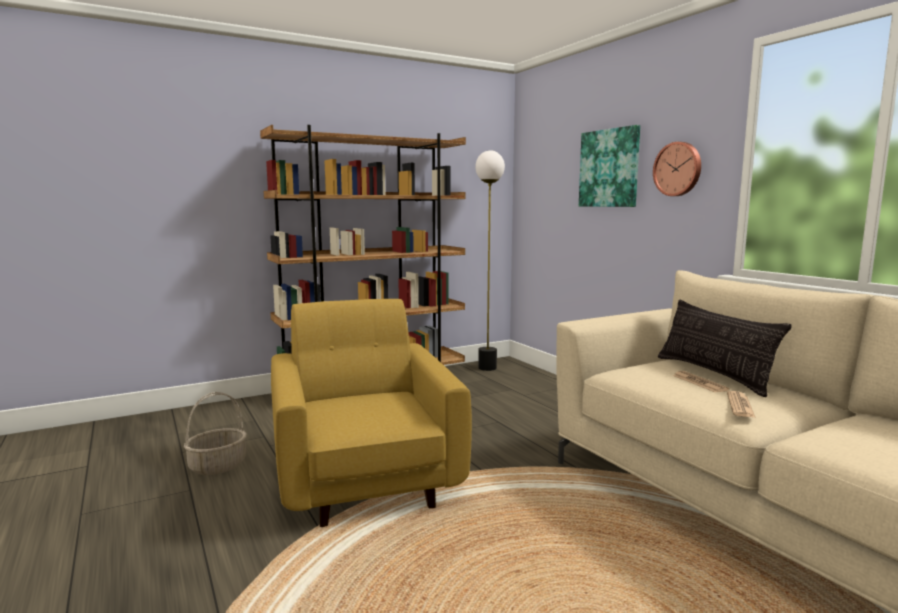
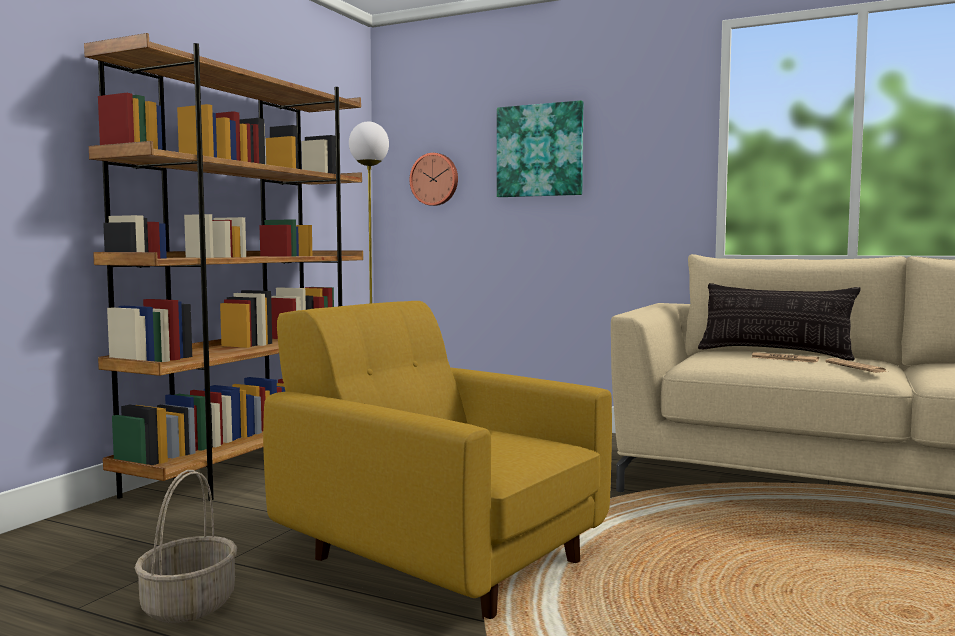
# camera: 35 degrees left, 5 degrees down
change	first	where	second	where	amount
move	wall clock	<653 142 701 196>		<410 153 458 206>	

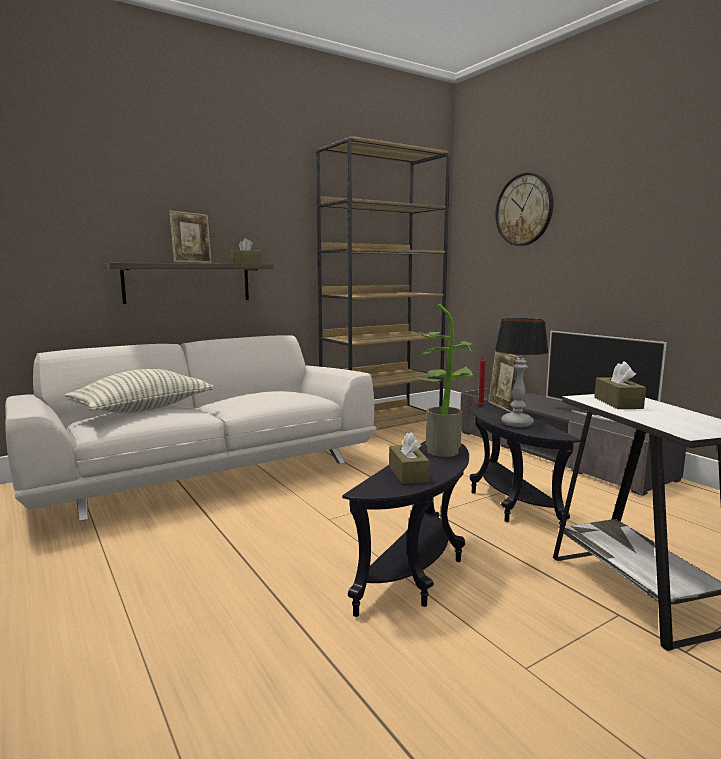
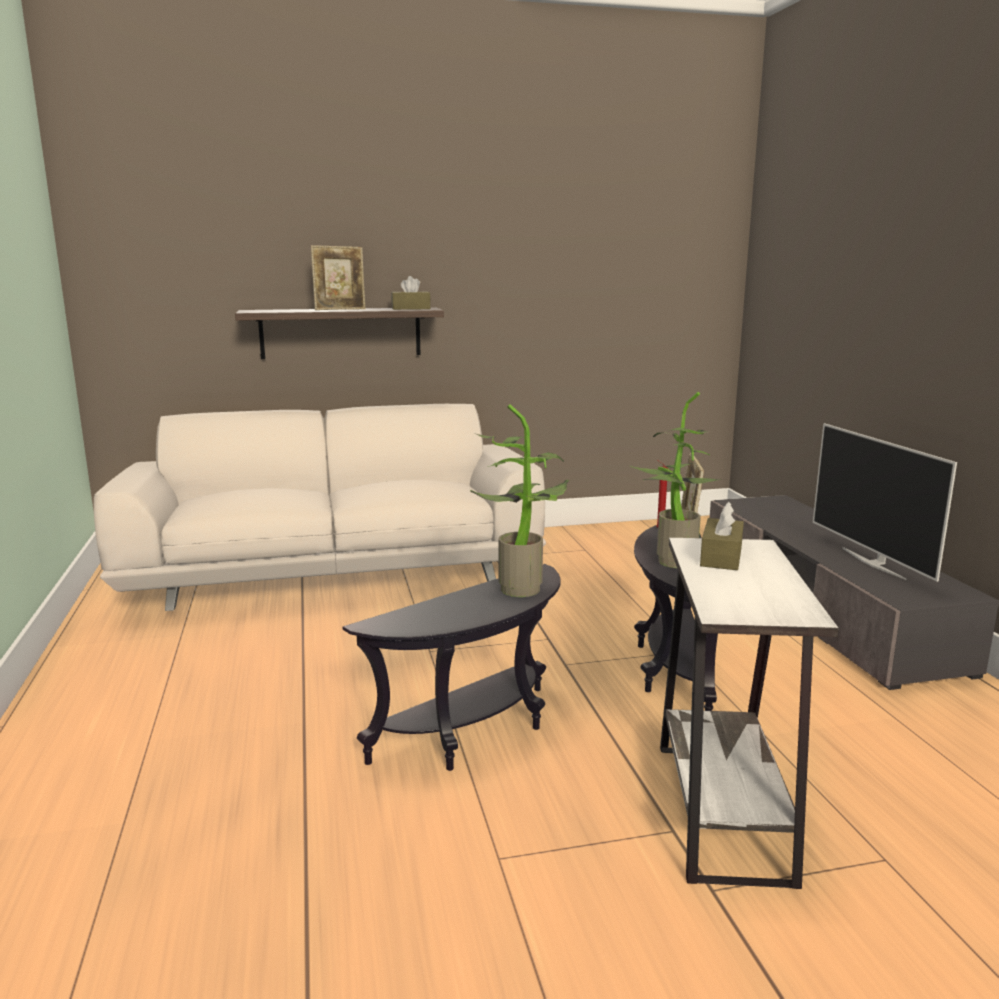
# camera: 20 degrees right, 5 degrees up
change	first	where	second	where	amount
delete	bookcase (brown)	<316 136 450 430>			
delete	wall clock	<496 173 553 246>			
replace	table lamp	<495 318 548 427>	potted plant	<630 392 721 568>	
delete	pillow	<65 369 214 413>			
delete	tissue box (brown)	<389 432 430 484>			

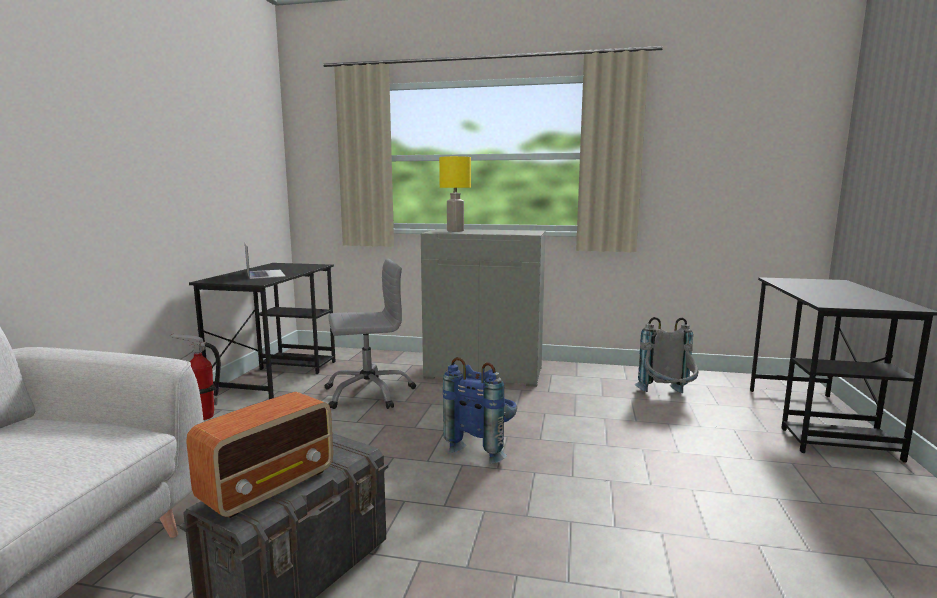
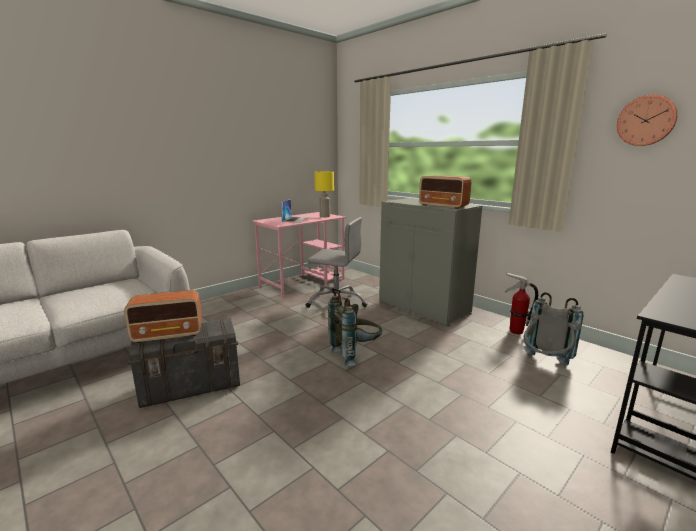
# camera: 35 degrees right, 5 degrees up
change	first	where	second	where	amount
move	table lamp (yellow)	<439 156 471 232>		<315 171 334 217>	
recolor	desk (black)	<189 263 336 399>	desk (pink)	<253 212 346 298>	
move	fire extinguisher	<170 333 221 420>		<505 273 538 334>	
recolor	backpack (blue)	<443 357 517 464>	backpack (grey)	<328 291 382 367>	
insert			wall clock	<617 95 678 146>	
insert			radio	<419 175 471 209>	

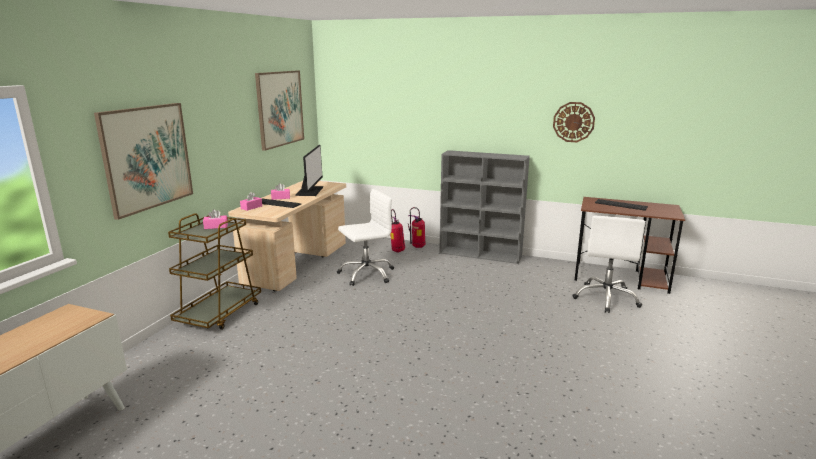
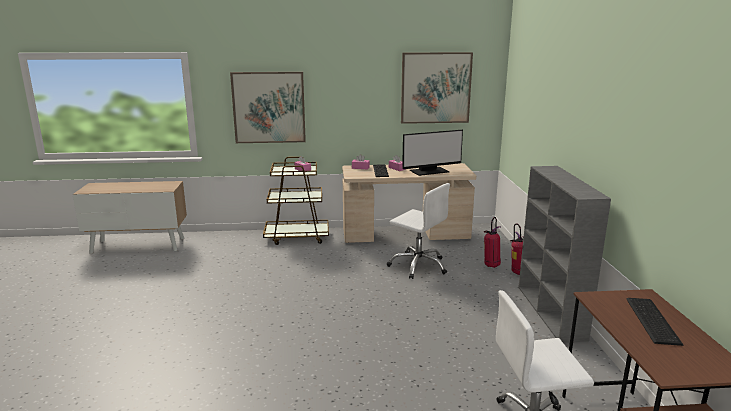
# camera: 65 degrees right, 0 degrees up
change	first	where	second	where	amount
delete	wall clock	<553 102 595 142>			

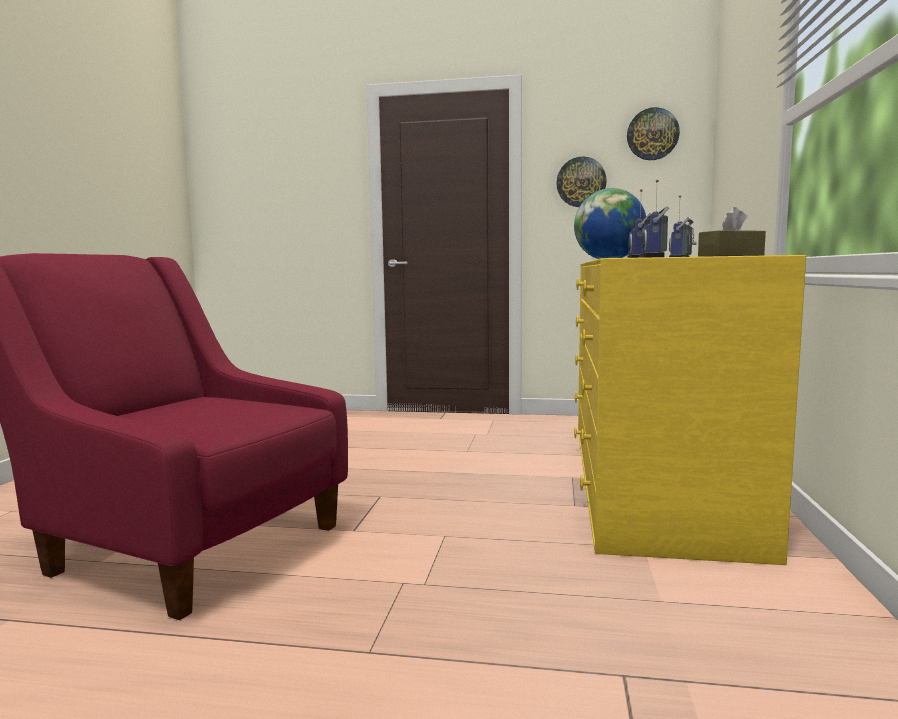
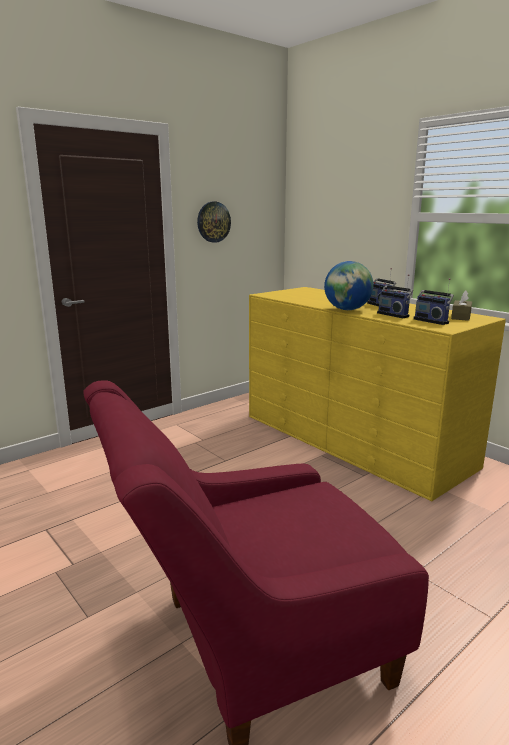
# camera: 50 degrees left, 10 degrees up
change	first	where	second	where	amount
delete	wall clock	<627 107 680 160>			

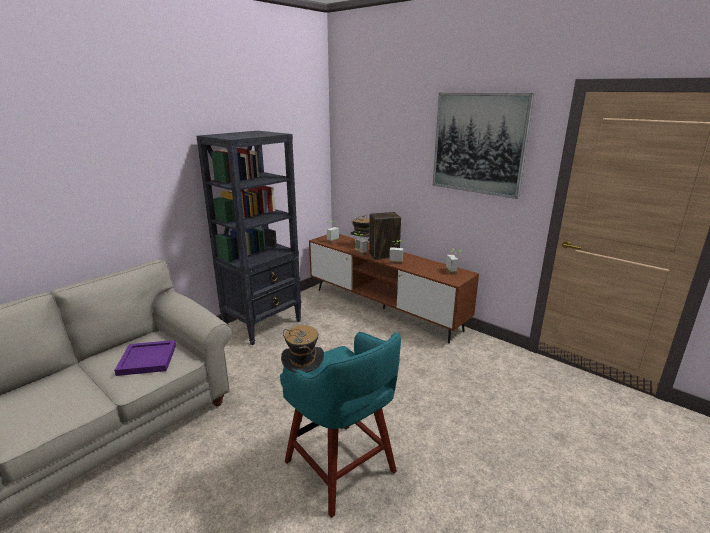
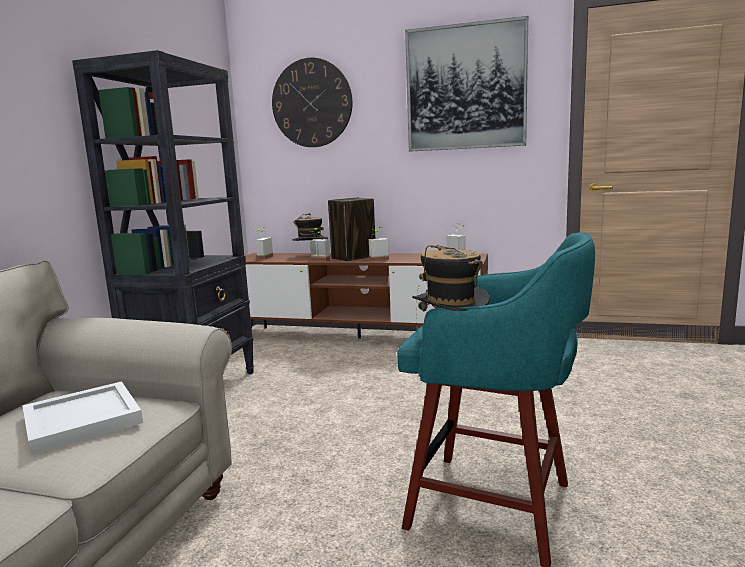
# camera: 25 degrees left, 10 degrees down
change	first	where	second	where	amount
recolor	tray (purple)	<114 340 176 376>	tray (white)	<22 381 143 455>	
insert			wall clock	<272 58 353 147>	

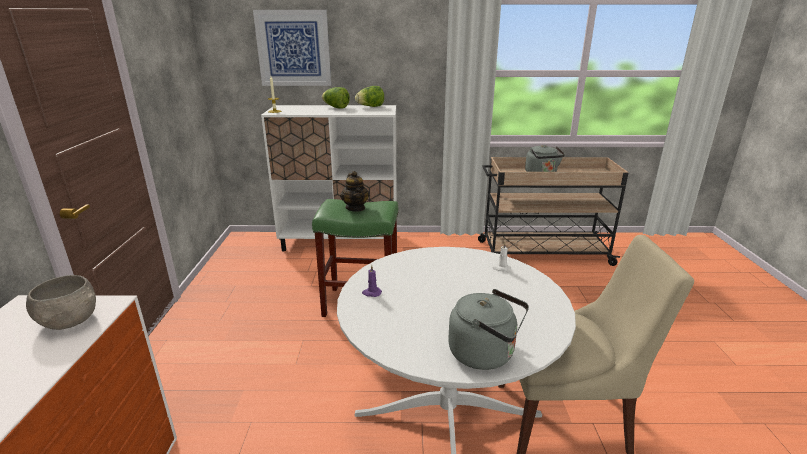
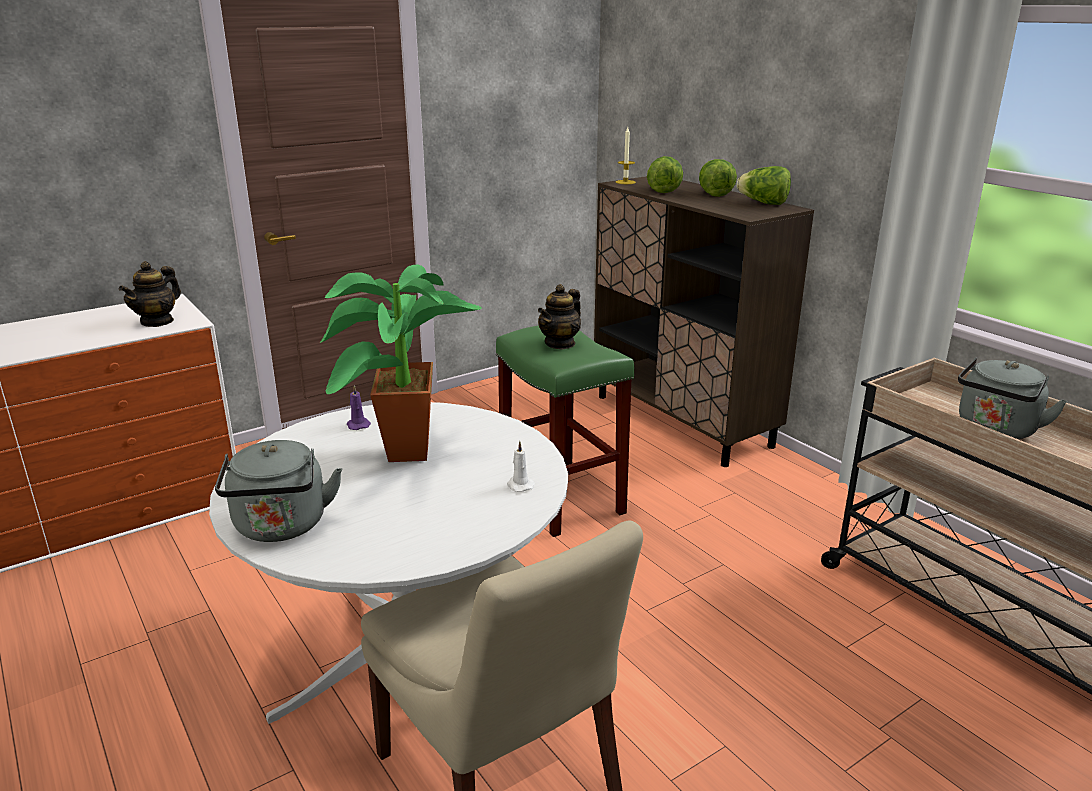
# camera: 55 degrees right, 0 degrees up
change	first	where	second	where	amount
delete	picture	<253 10 331 86>			
recolor	cabinet (white)	<261 105 397 251>	cabinet (brown)	<594 176 814 467>	
replace	bowl (grey)	<26 275 96 330>	teapot	<119 261 181 327>	
insert			lettuce	<647 156 683 193>	
insert			potted plant	<320 264 482 462>	

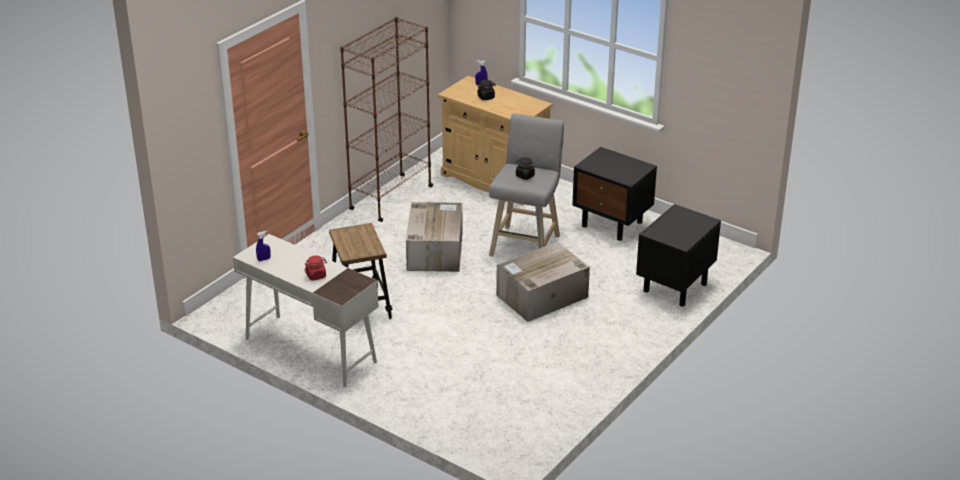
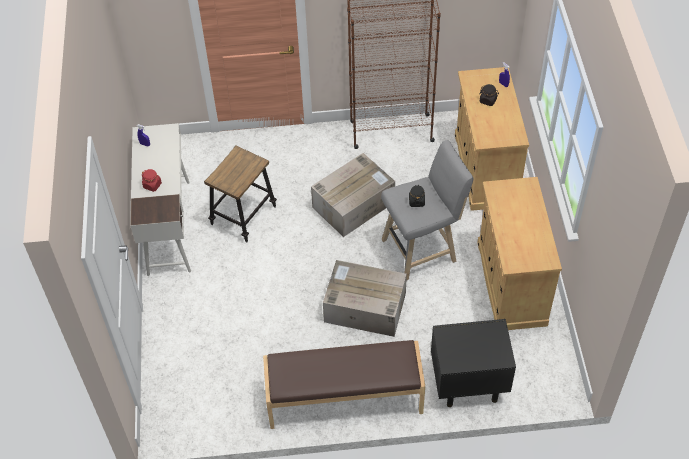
# camera: 50 degrees right, 20 degrees up
change	first	where	second	where	amount
replace	nightstand (black)	<572 147 657 241>	cabinet (beige)	<477 177 562 330>	
insert			bench (brown)	<263 340 425 429>	

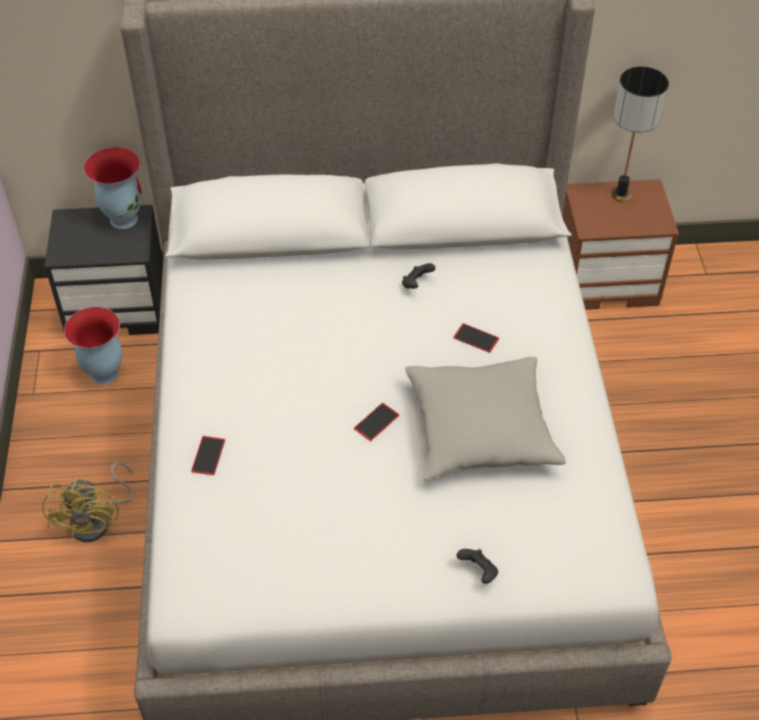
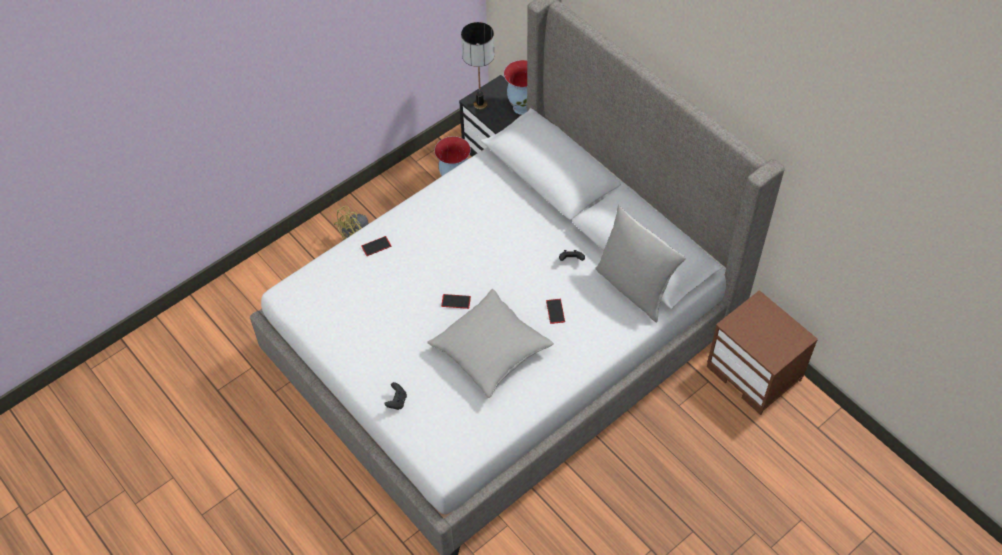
# camera: 55 degrees right, 5 degrees up
change	first	where	second	where	amount
move	table lamp	<612 67 669 202>		<461 22 494 109>	
insert			pillow (grey)	<595 205 686 322>	

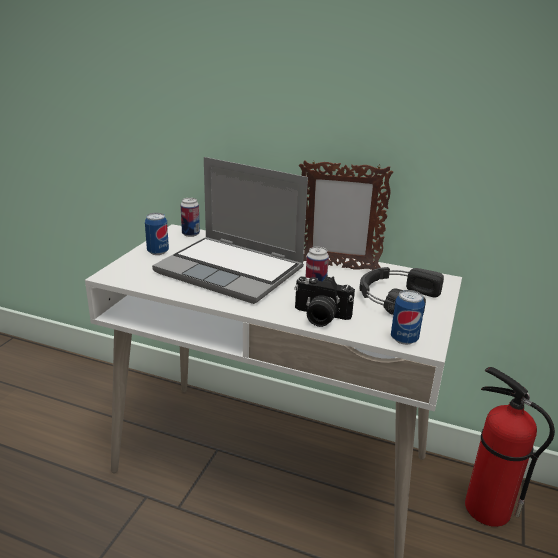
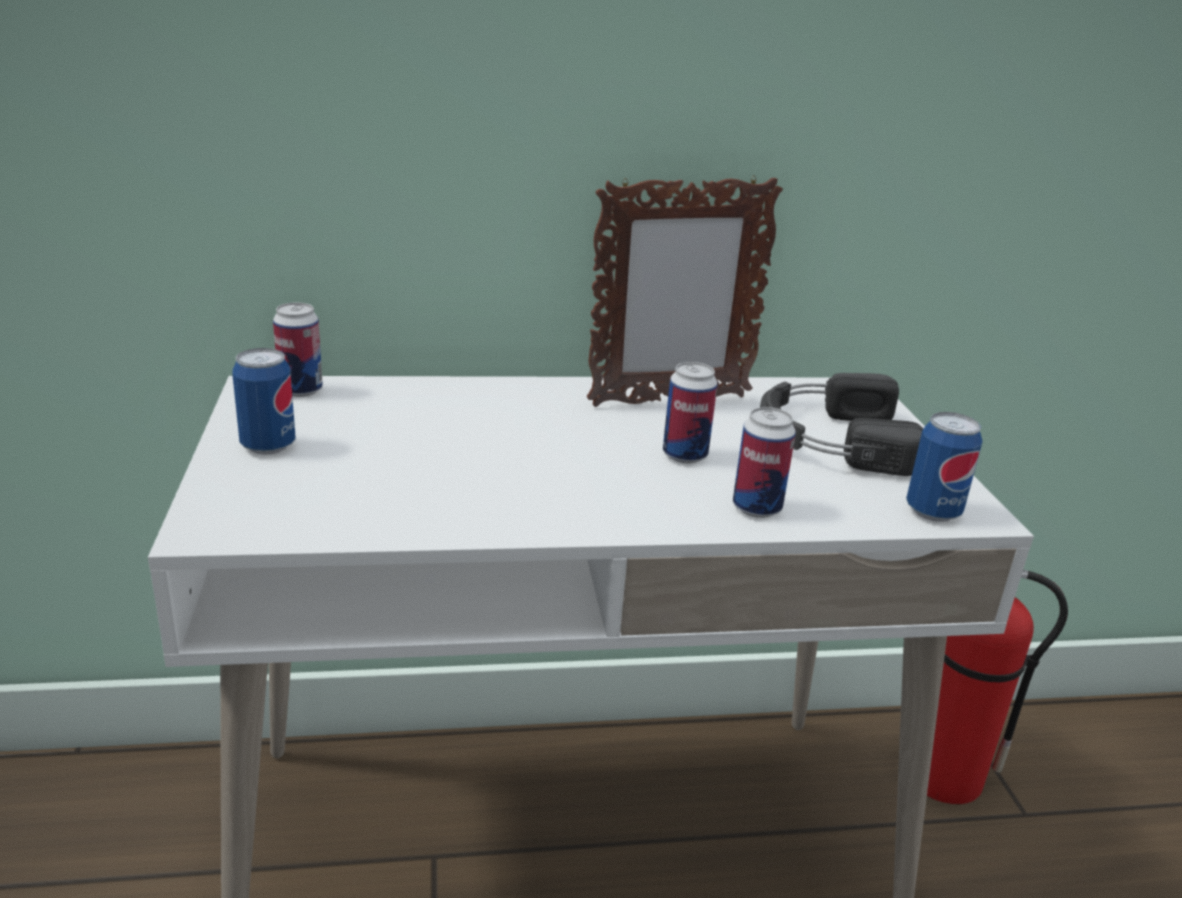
# camera: 30 degrees left, 0 degrees up
change	first	where	second	where	amount
delete	laptop	<152 157 308 304>			
replace	photo camera	<294 276 355 327>	can	<733 407 796 518>	

